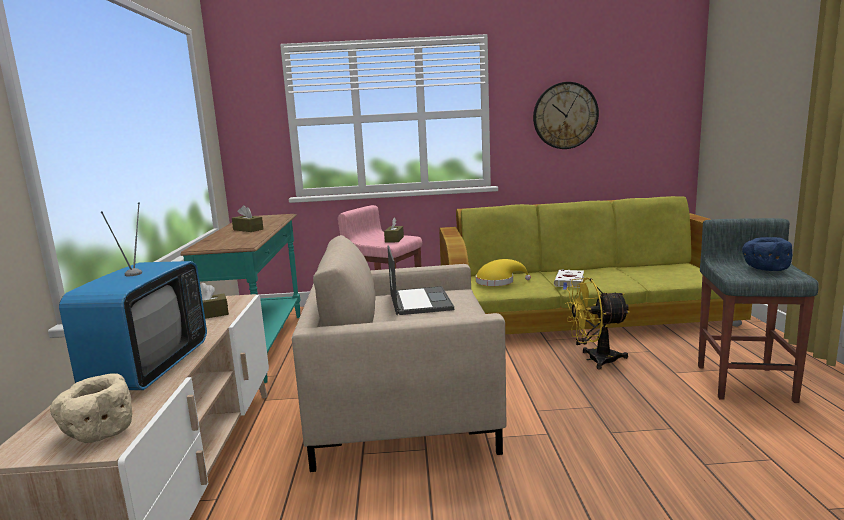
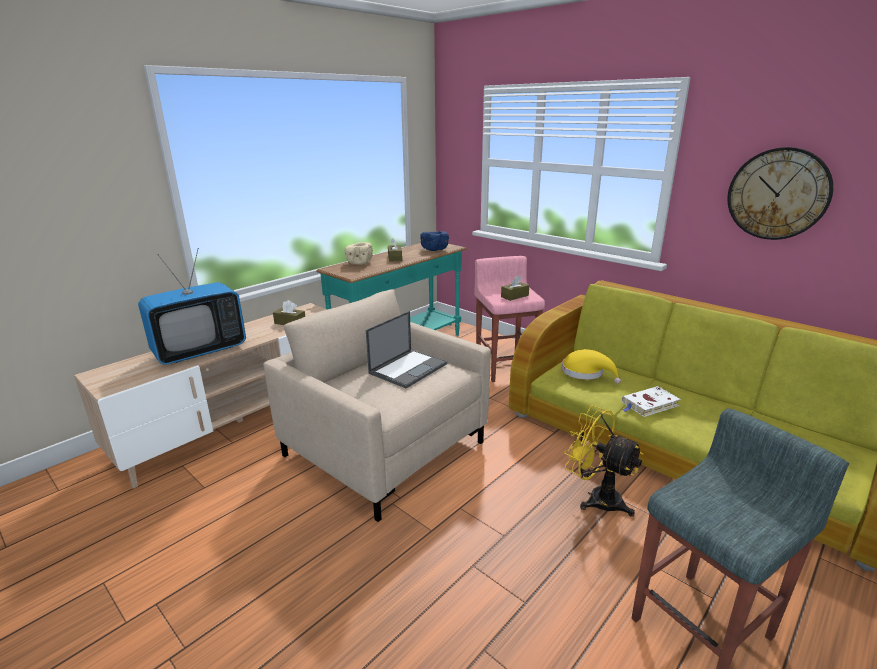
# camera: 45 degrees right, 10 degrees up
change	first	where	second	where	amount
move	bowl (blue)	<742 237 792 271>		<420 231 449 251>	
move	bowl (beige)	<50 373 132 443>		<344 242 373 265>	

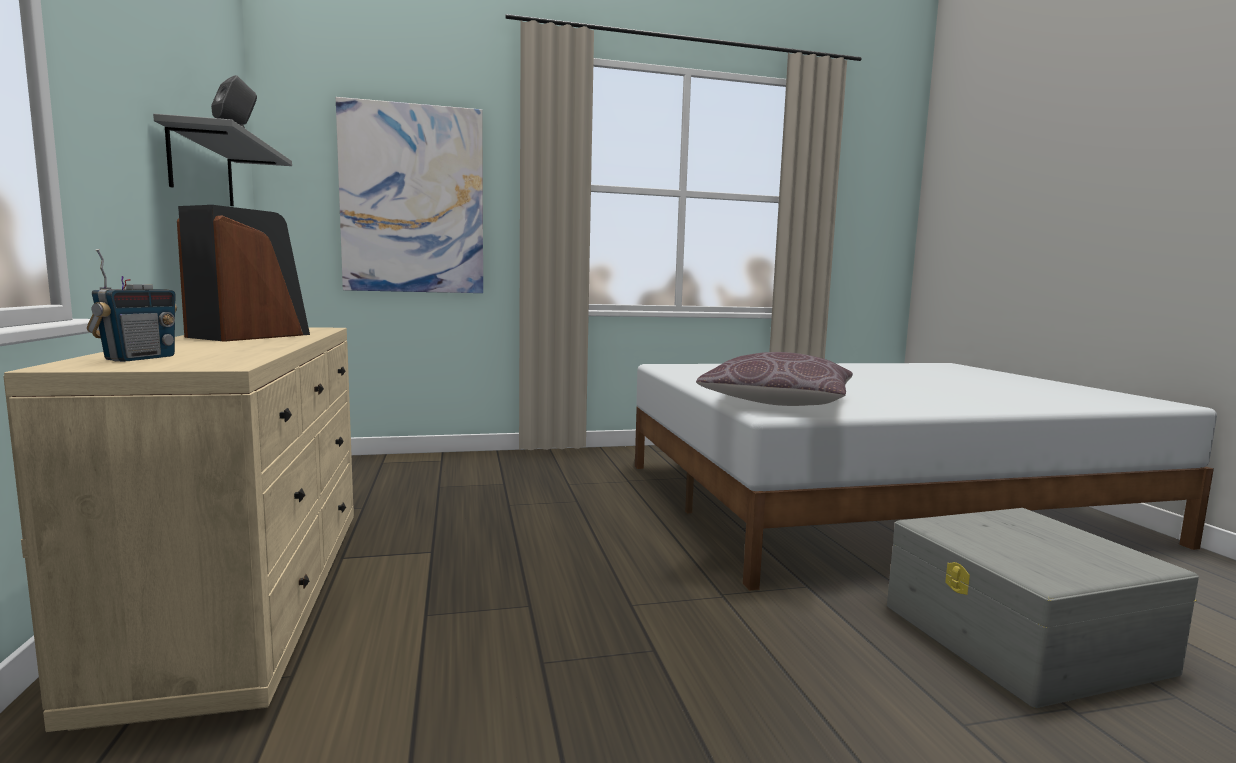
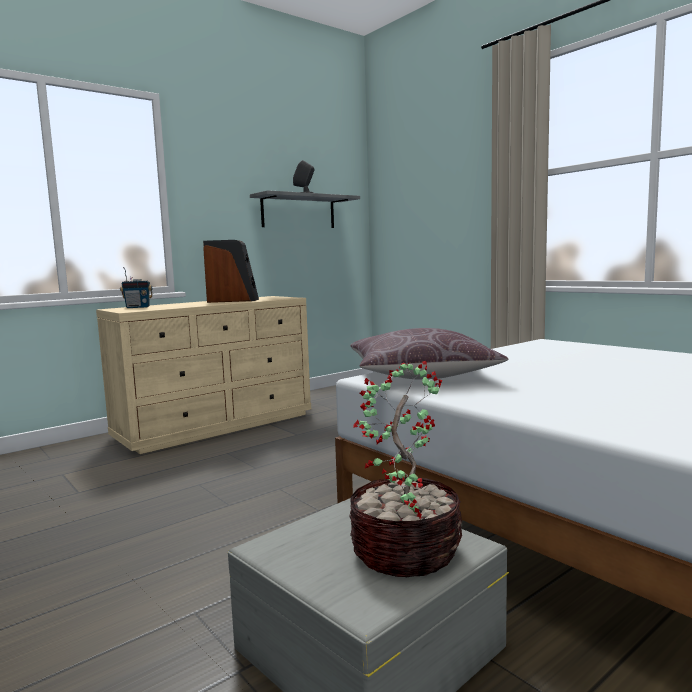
# camera: 65 degrees right, 0 degrees up
change	first	where	second	where	amount
delete	picture	<336 97 483 293>			
insert			potted plant	<350 361 462 577>	

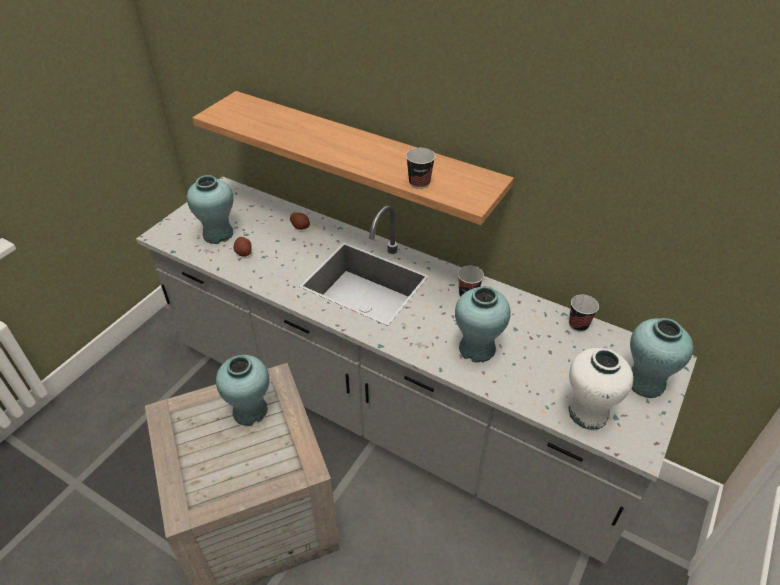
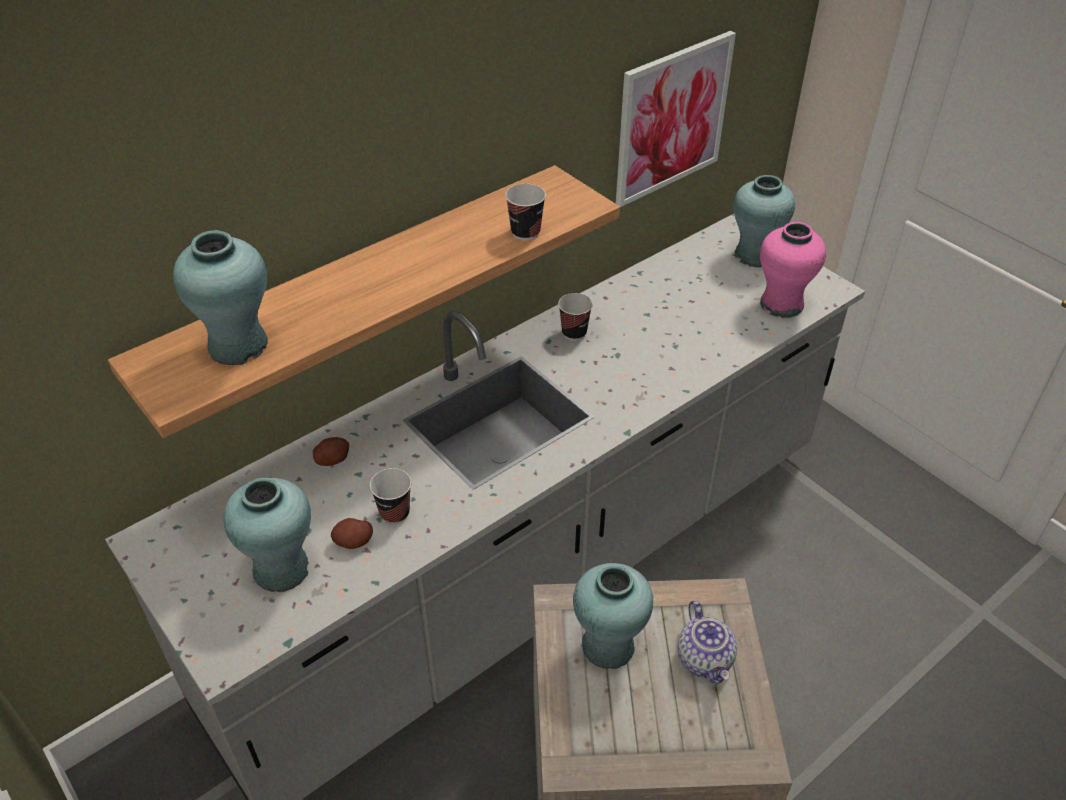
# camera: 70 degrees left, 0 degrees up
change	first	where	second	where	amount
move	vase (turquoise)	<455 286 511 363>		<173 230 268 365>	
move	cup	<569 295 599 332>		<370 468 411 524>	
recolor	vase (white)	<569 348 633 430>	vase (pink)	<760 222 826 318>	
insert			picture	<616 31 736 207>	
insert			teapot	<678 600 737 684>	

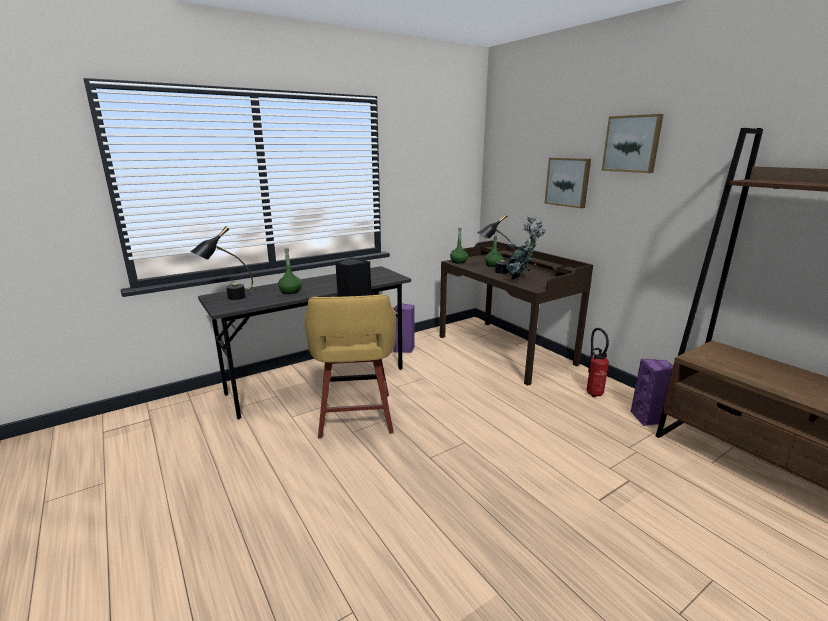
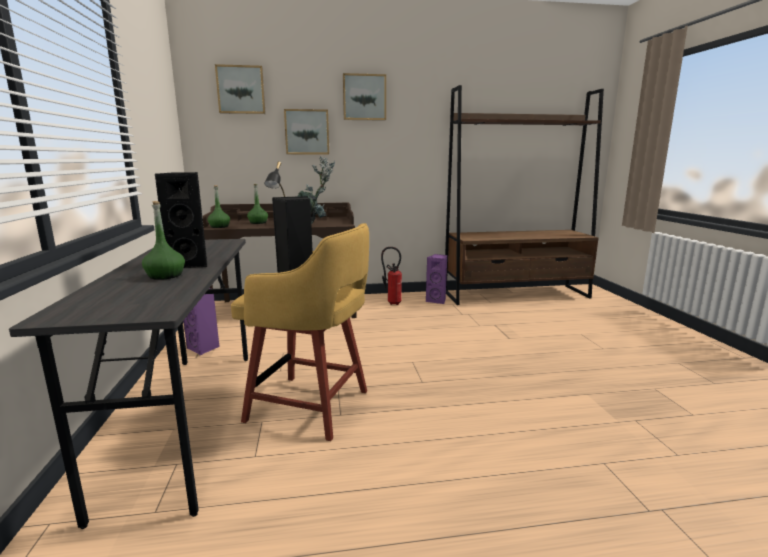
# camera: 65 degrees left, 5 degrees down
change	first	where	second	where	amount
delete	table lamp (black)	<191 226 253 300>			
insert			picture	<215 64 266 114>	
insert			speaker (black)	<155 172 207 268>	

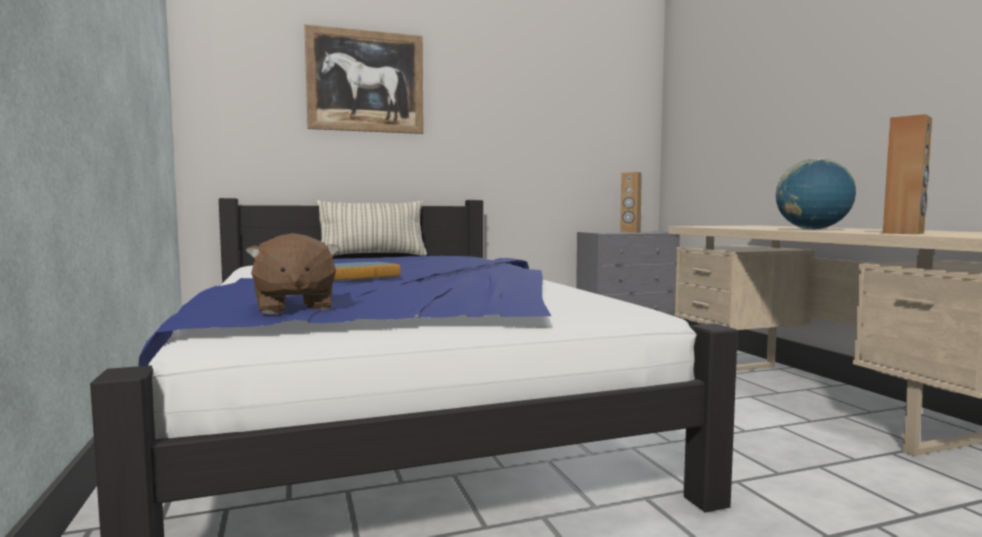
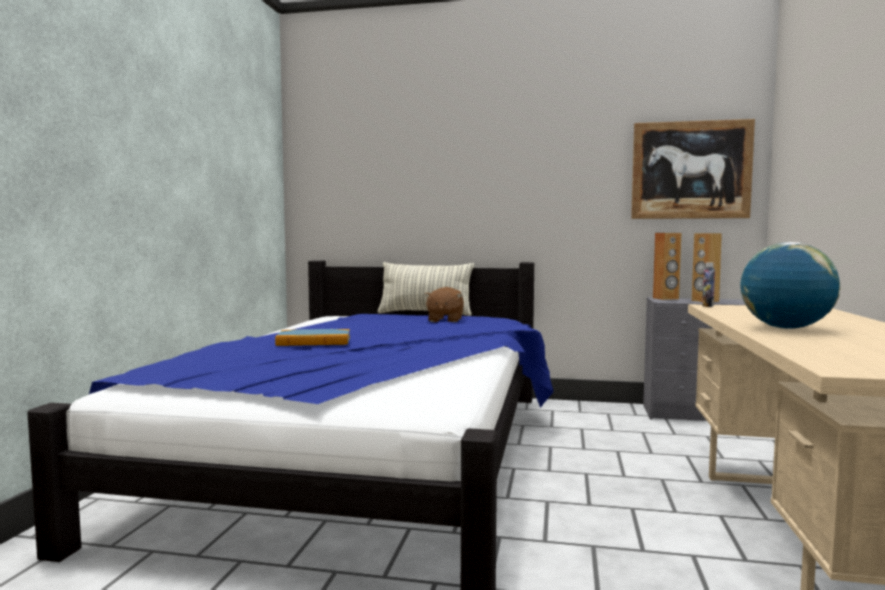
# camera: 30 degrees right, 0 degrees up
change	first	where	second	where	amount
move	picture	<305 24 424 134>		<631 119 755 219>	
move	speaker (brown)	<883 114 932 234>		<653 233 681 300>	
move	plush toy (brown)	<246 233 340 314>		<424 287 464 322>	
insert			bottle	<702 262 715 307>	

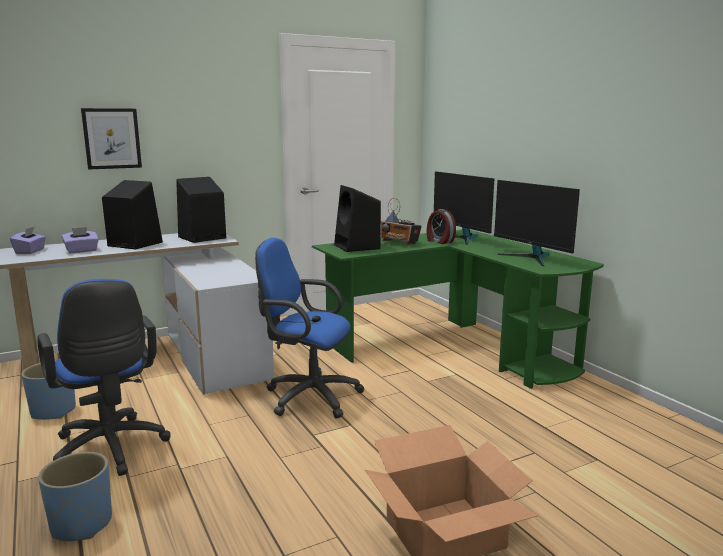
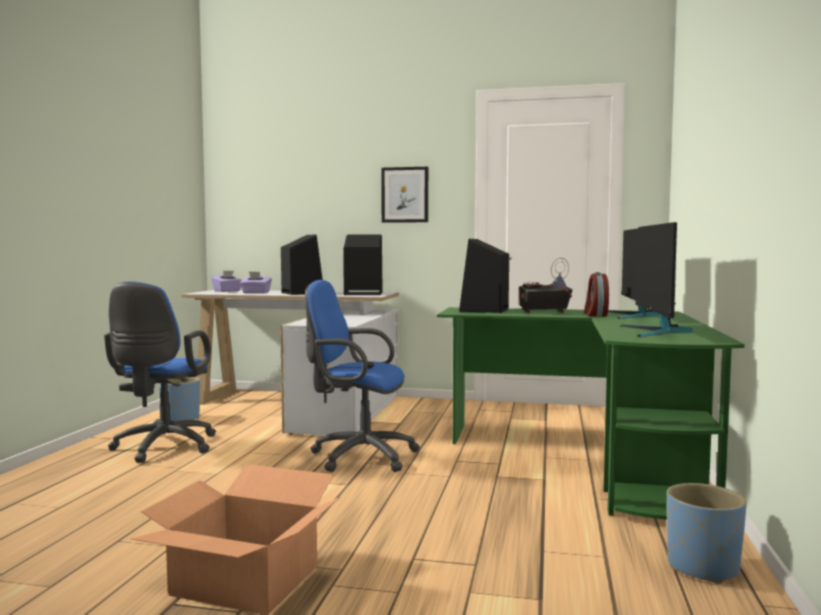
# camera: 40 degrees right, 10 degrees down
change	first	where	second	where	amount
move	picture	<81 108 142 170>		<381 167 428 223>	
rotate	radio	<381 198 422 245>		<519 258 573 313>	90 degrees clockwise
rotate	office chair (blue)	<255 238 364 418>		<305 280 420 472>	45 degrees counterclockwise
move	planter (blue)	<38 452 112 541>		<667 483 747 584>	

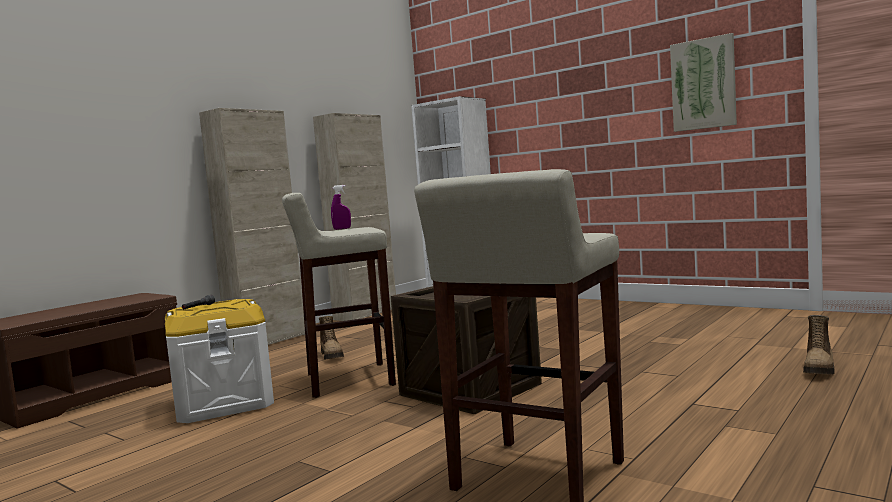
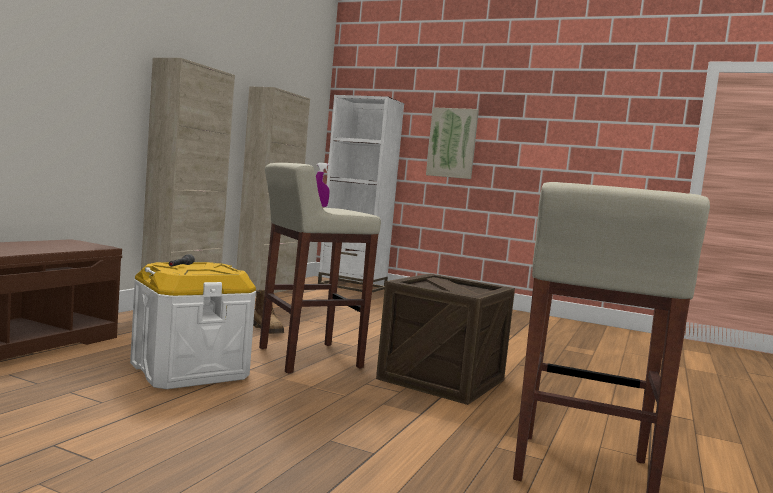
# camera: 15 degrees left, 0 degrees up
change	first	where	second	where	amount
move	picture	<670 33 737 132>		<426 107 479 179>	
delete	boot	<803 315 835 374>			

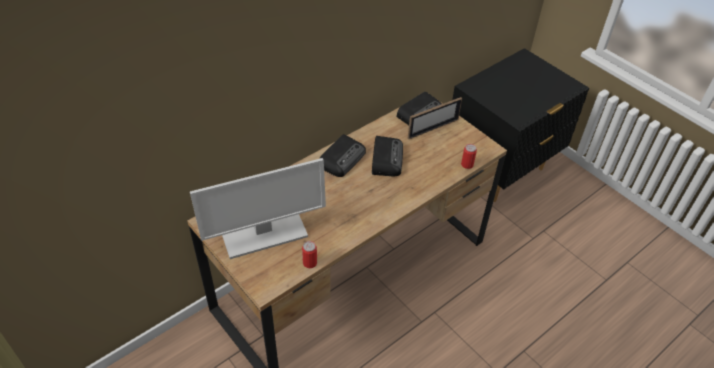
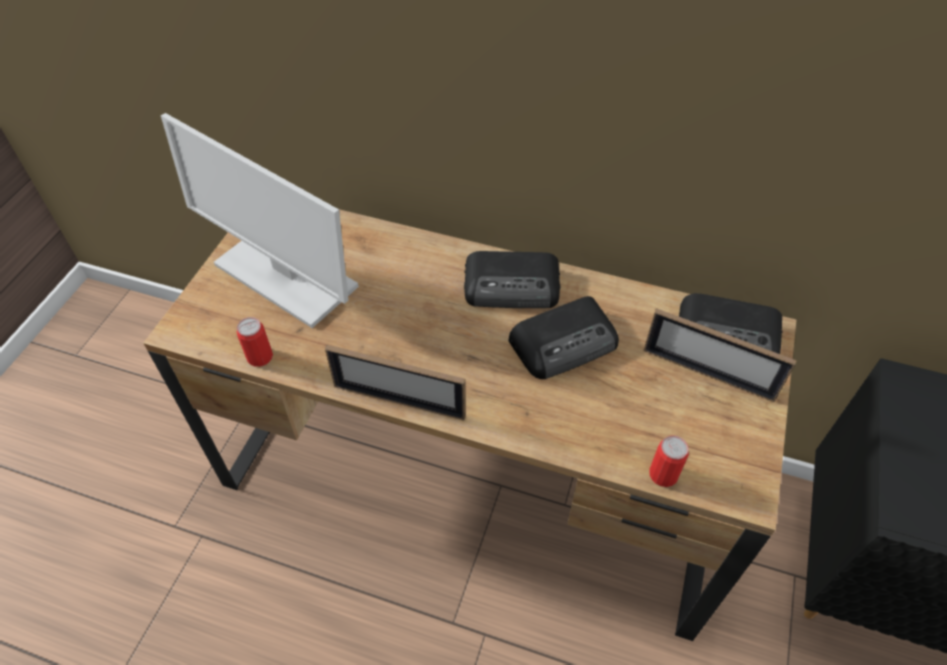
# camera: 60 degrees right, 5 degrees up
change	first	where	second	where	amount
insert			picture frame	<325 345 466 421>	

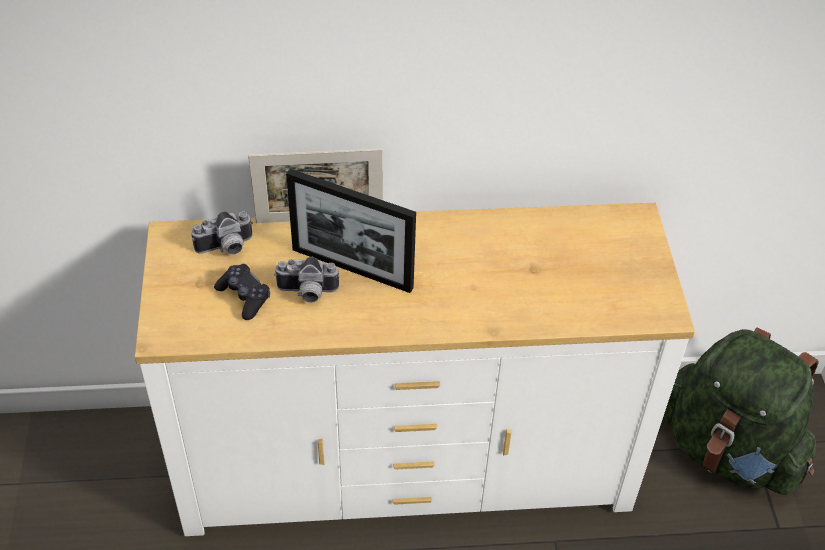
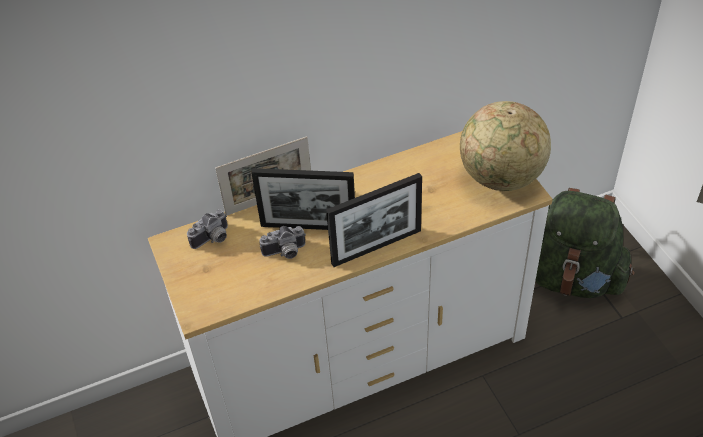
# camera: 15 degrees left, 0 degrees up
change	first	where	second	where	amount
delete	game controller (black)	<214 264 270 320>			
insert			globe	<460 101 551 191>	
insert			picture frame	<326 173 422 267>	

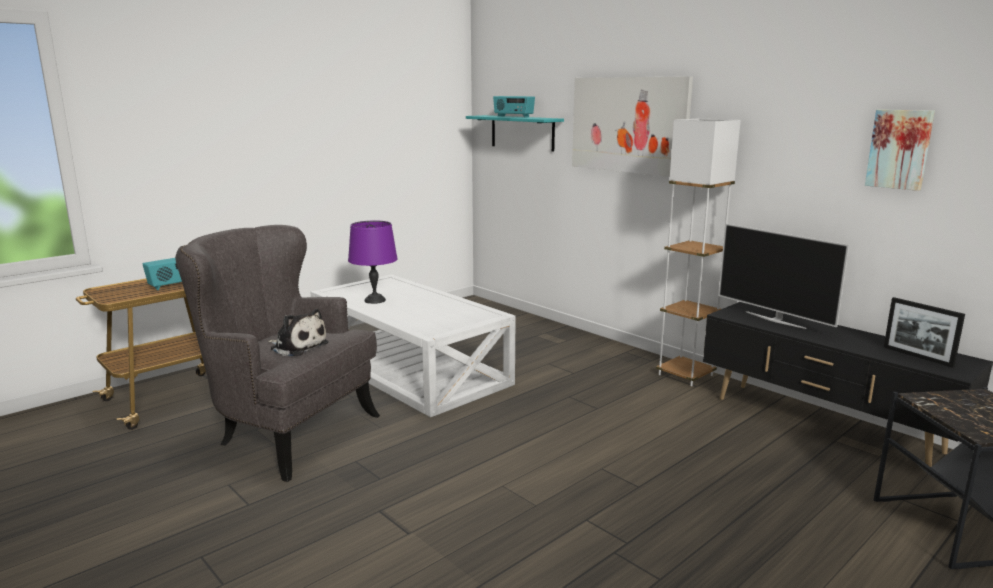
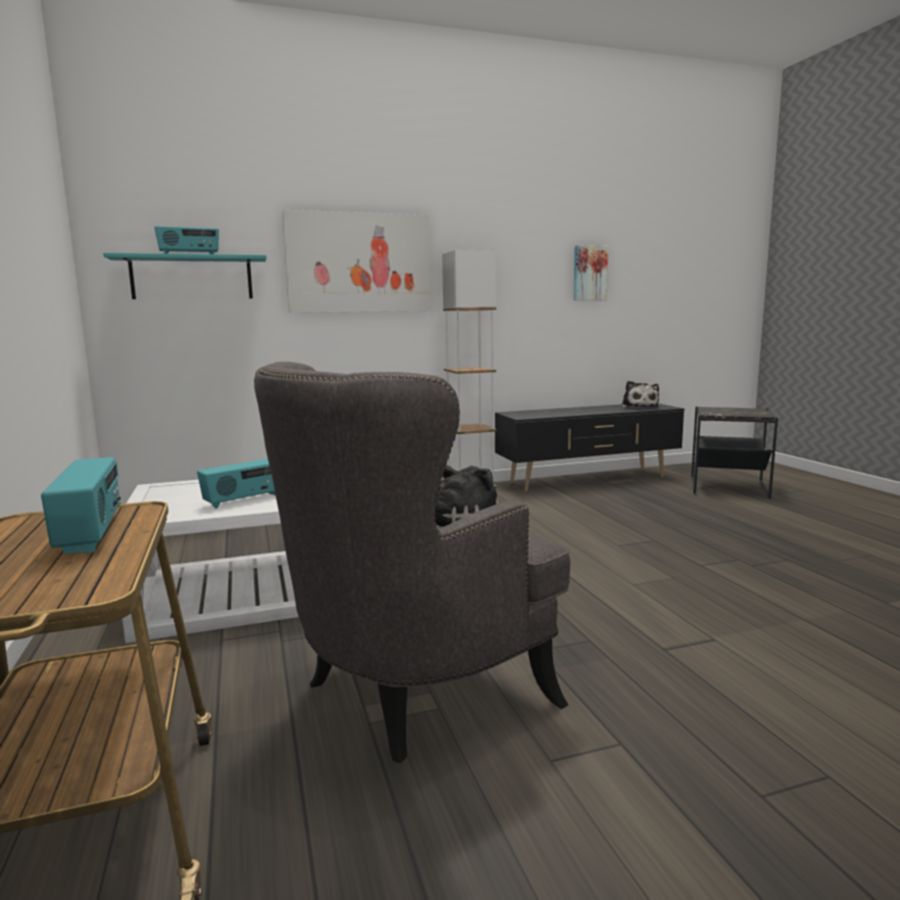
# camera: 65 degrees left, 5 degrees down
change	first	where	second	where	amount
replace	table lamp (purple)	<348 220 398 304>	radio	<197 459 275 508>	
delete	television	<718 223 849 329>			
replace	picture frame	<884 297 965 368>	plush toy	<621 381 659 409>	

